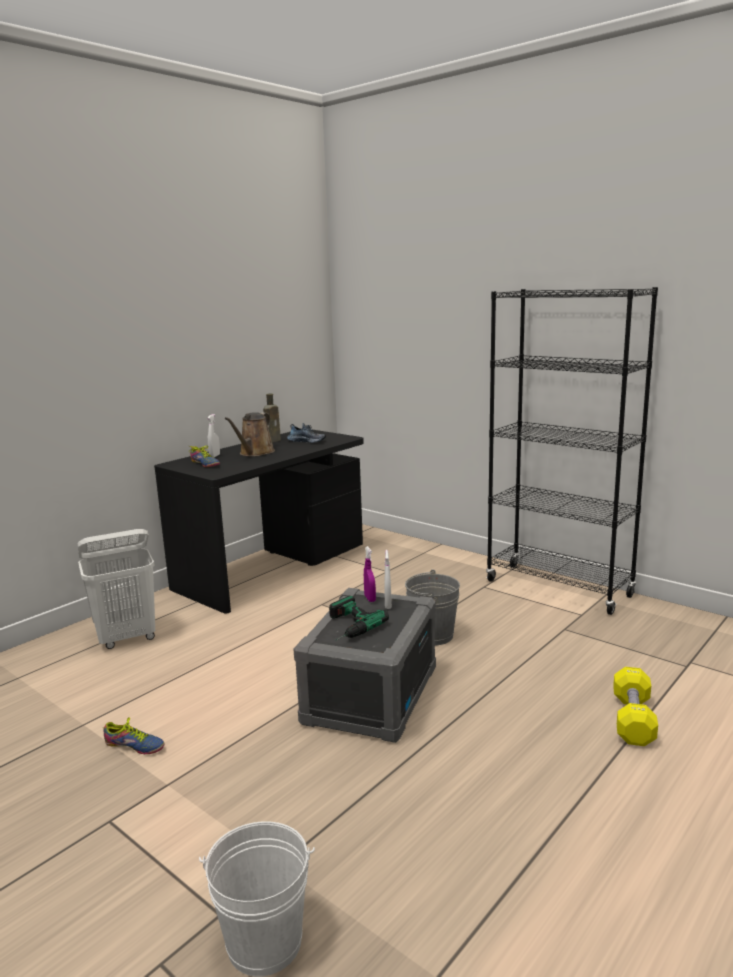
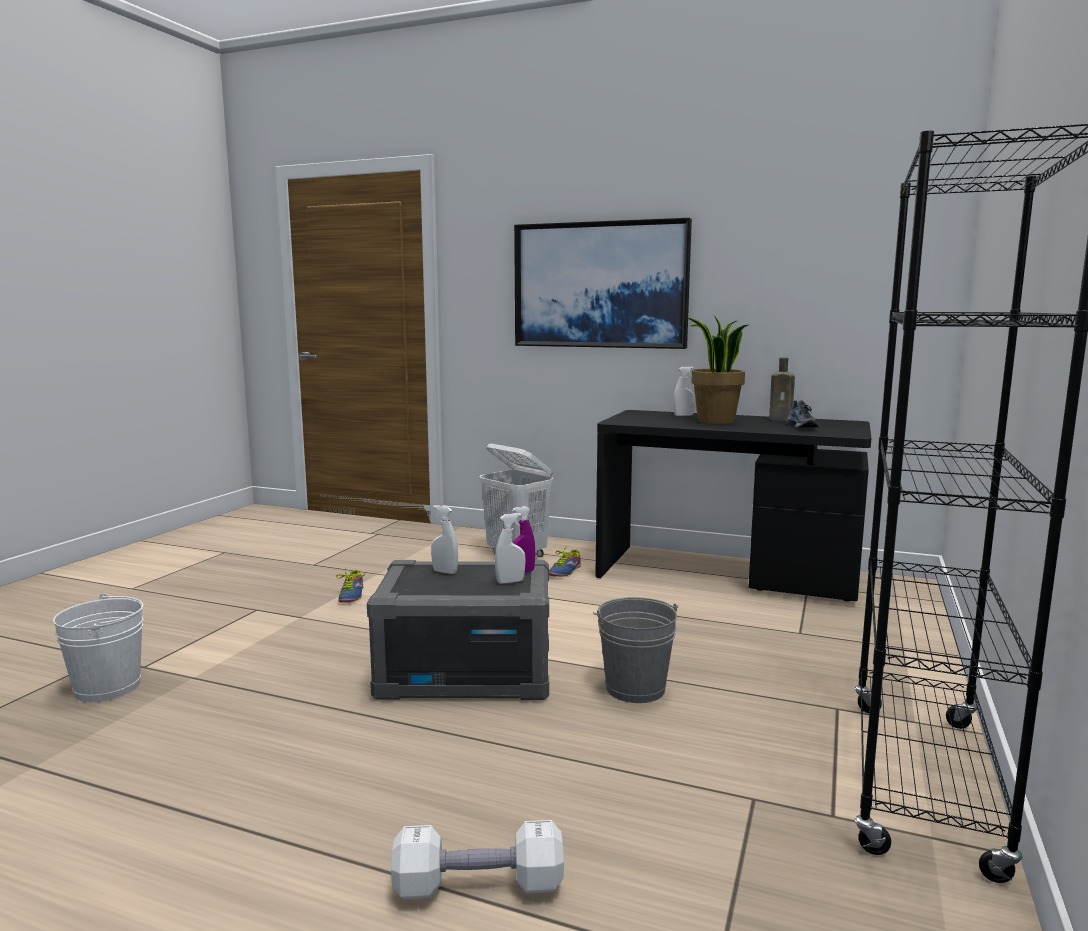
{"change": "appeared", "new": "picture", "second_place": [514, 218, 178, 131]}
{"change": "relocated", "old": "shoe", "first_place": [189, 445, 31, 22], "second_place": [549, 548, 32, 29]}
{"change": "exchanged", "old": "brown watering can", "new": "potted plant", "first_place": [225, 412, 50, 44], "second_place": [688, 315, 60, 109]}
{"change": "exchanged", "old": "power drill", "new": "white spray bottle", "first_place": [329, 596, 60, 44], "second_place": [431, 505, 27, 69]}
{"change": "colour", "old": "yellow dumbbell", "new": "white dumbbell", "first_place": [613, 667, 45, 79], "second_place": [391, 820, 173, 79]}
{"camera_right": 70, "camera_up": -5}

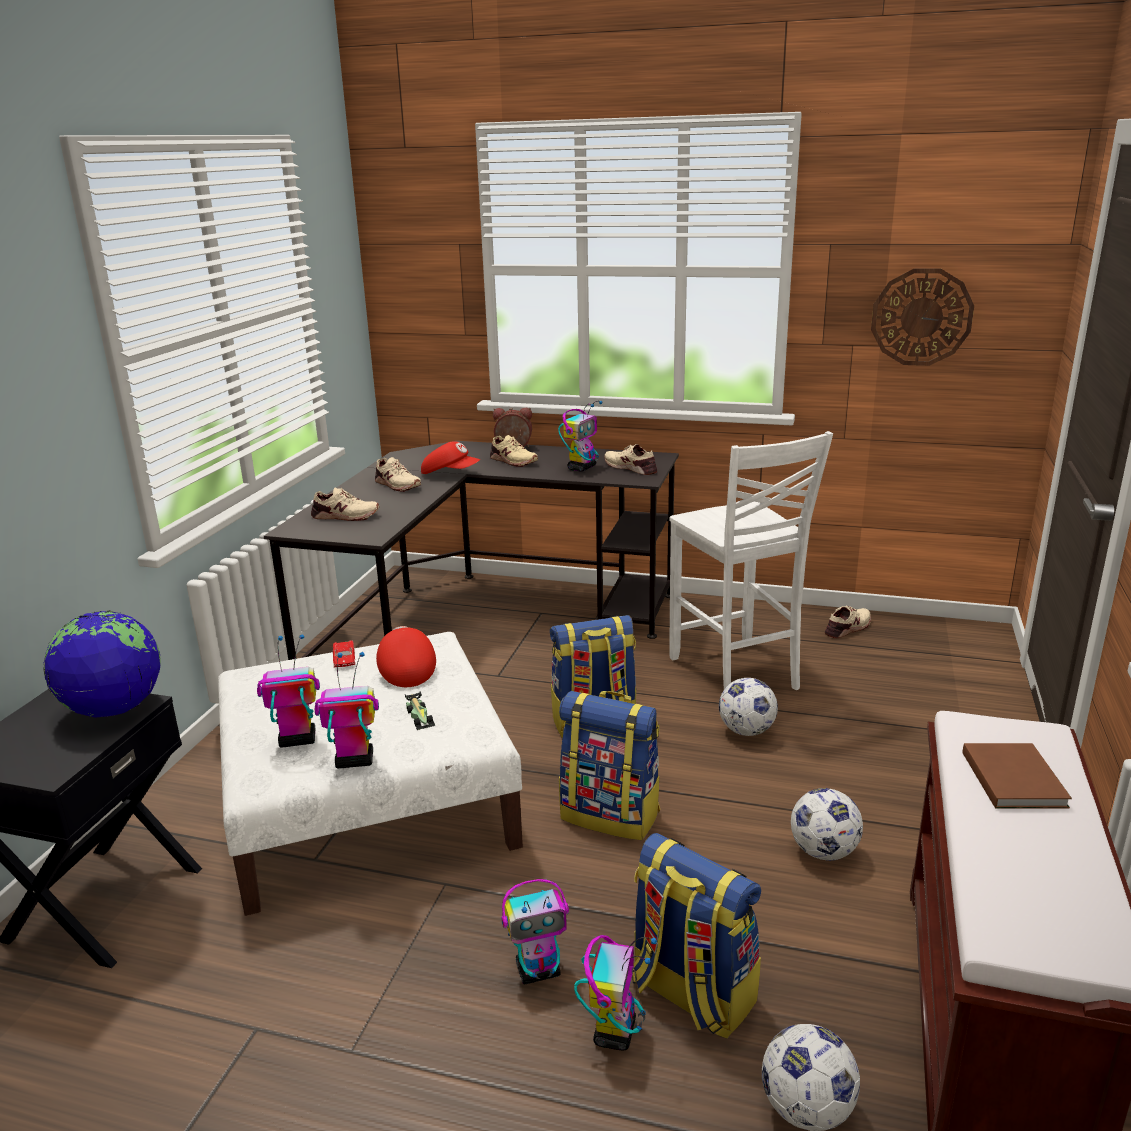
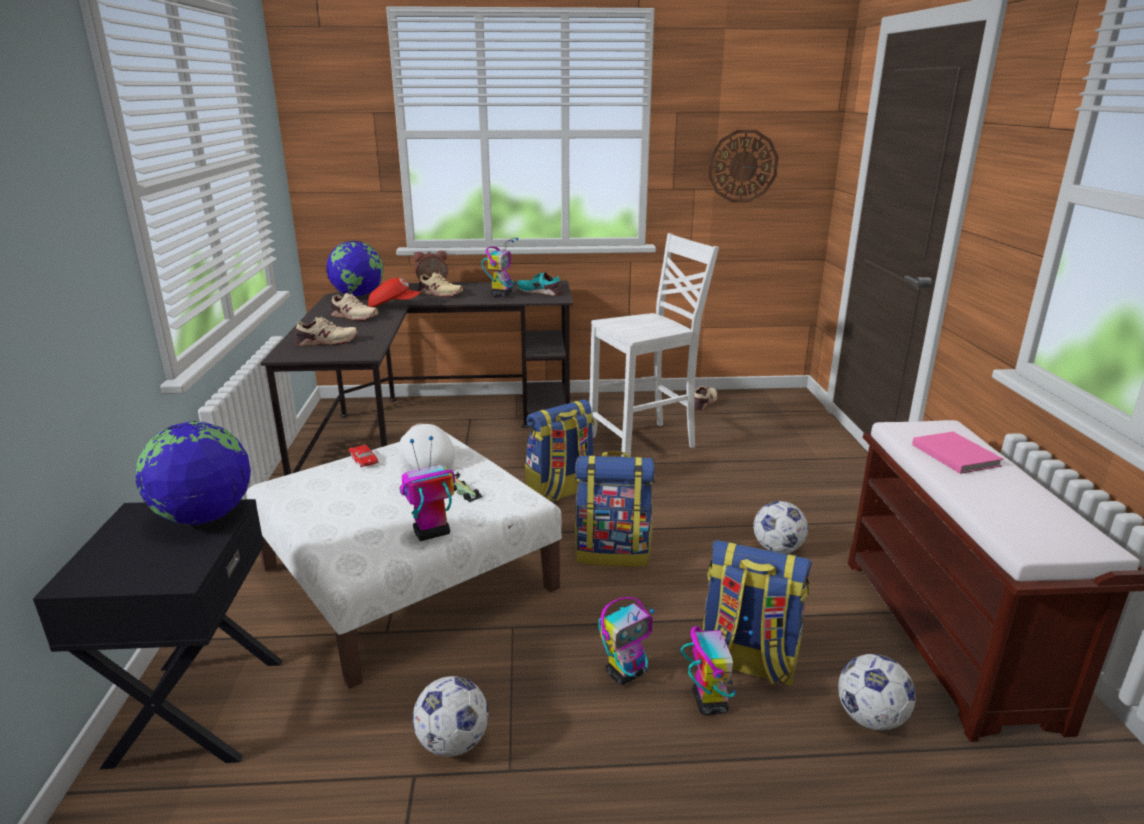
{"change": "missing", "old": "toy robot", "first_place": [257, 634, 63, 114]}
{"change": "appeared", "new": "globe", "second_place": [326, 241, 57, 56]}
{"change": "relocated", "old": "football", "first_place": [719, 678, 59, 58], "second_place": [412, 676, 77, 81]}
{"change": "colour", "old": "red cap", "new": "white cap", "first_place": [376, 626, 60, 61], "second_place": [400, 423, 55, 46]}
{"change": "colour", "old": "beige shoe", "new": "turquoise shoe", "first_place": [604, 444, 53, 31], "second_place": [517, 272, 46, 24]}
{"change": "colour", "old": "brown book", "new": "pink book", "first_place": [963, 743, 109, 65], "second_place": [912, 432, 91, 42]}
{"change": "spun", "old": "white chair", "first_place": [669, 431, 164, 259], "second_place": [589, 233, 130, 224], "degrees": -75}
{"camera_right": -20, "camera_up": 0}

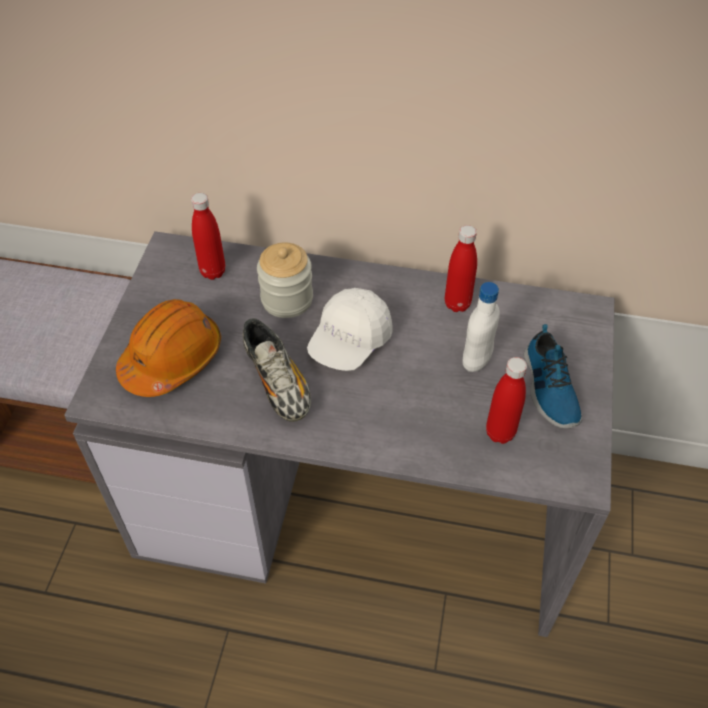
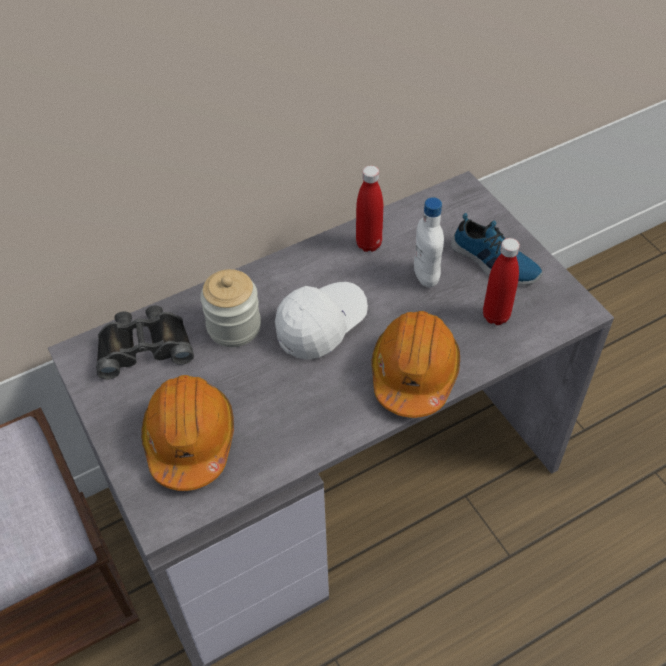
{"change": "missing", "old": "shoe", "first_place": [243, 318, 68, 104]}
{"change": "appeared", "new": "orange hard hat", "second_place": [372, 311, 88, 107]}
{"change": "exchanged", "old": "red bottle", "new": "black binoculars", "first_place": [191, 193, 34, 87], "second_place": [96, 305, 98, 75]}
{"change": "spun", "old": "white cap", "first_place": [307, 288, 86, 83], "second_place": [275, 282, 93, 78], "degrees": -120}
{"camera_right": -40, "camera_up": 0}

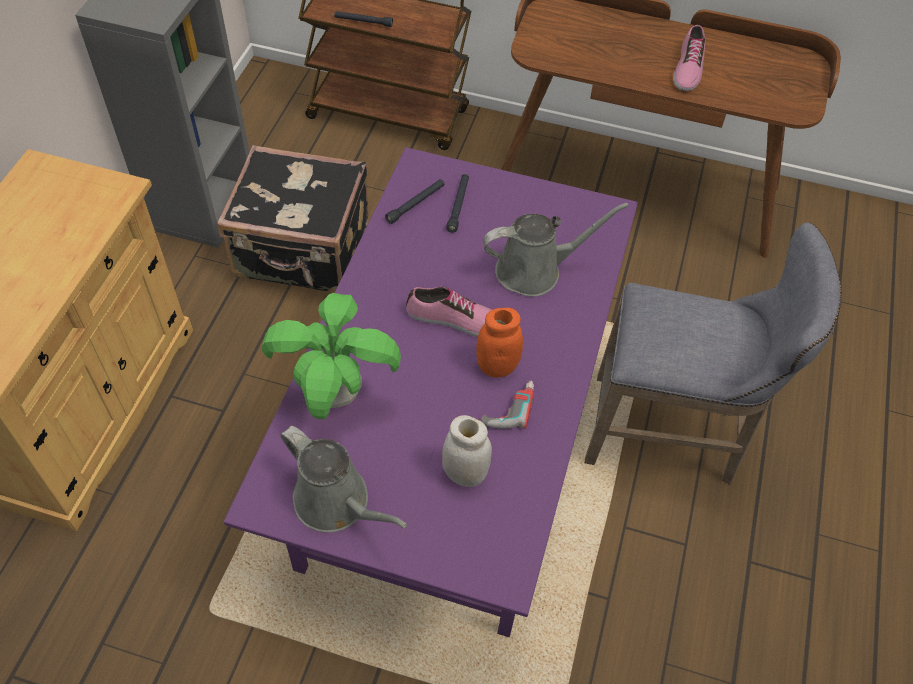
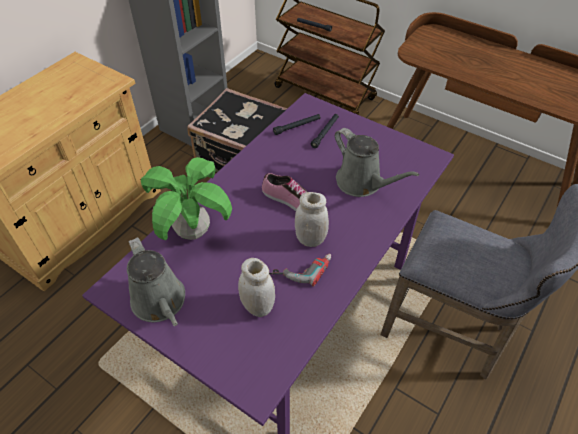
{"change": "missing", "old": "shoe", "first_place": [673, 25, 32, 66]}
{"change": "colour", "old": "orange jar", "new": "white jar", "first_place": [476, 308, 47, 70], "second_place": [295, 192, 34, 55]}
{"change": "spun", "old": "grey watering can", "first_place": [483, 203, 146, 94], "second_place": [335, 128, 84, 69], "degrees": 45}
{"camera_right": 20, "camera_up": -5}

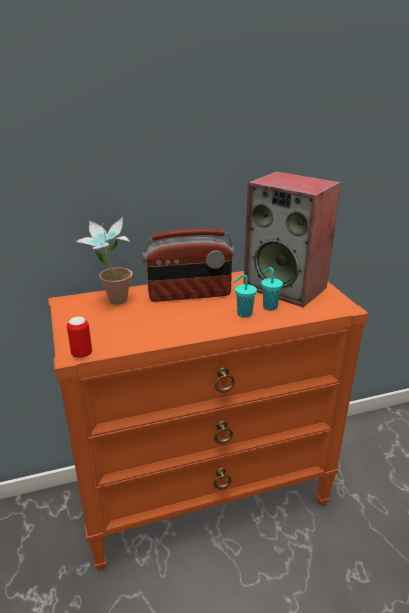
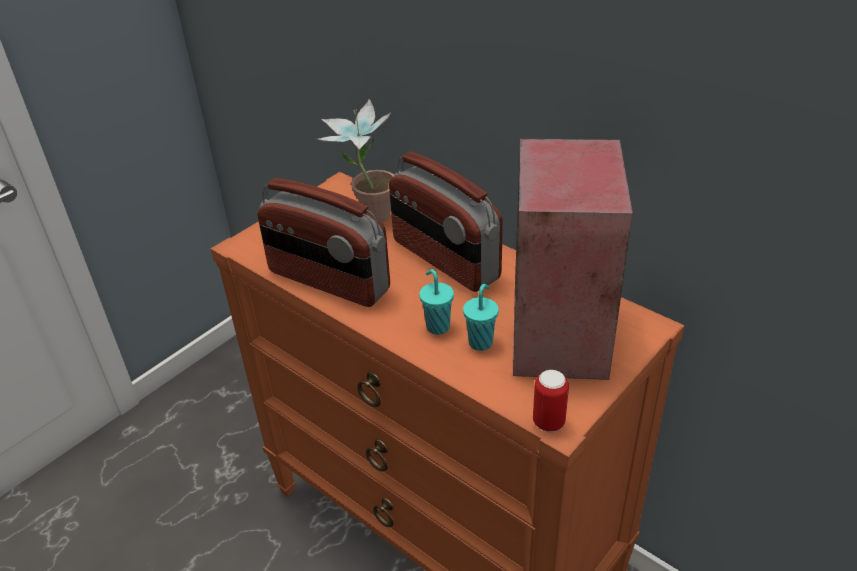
{"change": "appeared", "new": "radio", "second_place": [257, 178, 133, 129]}
{"change": "relocated", "old": "can", "first_place": [67, 317, 25, 42], "second_place": [533, 370, 36, 62]}
{"camera_right": 60, "camera_up": 10}

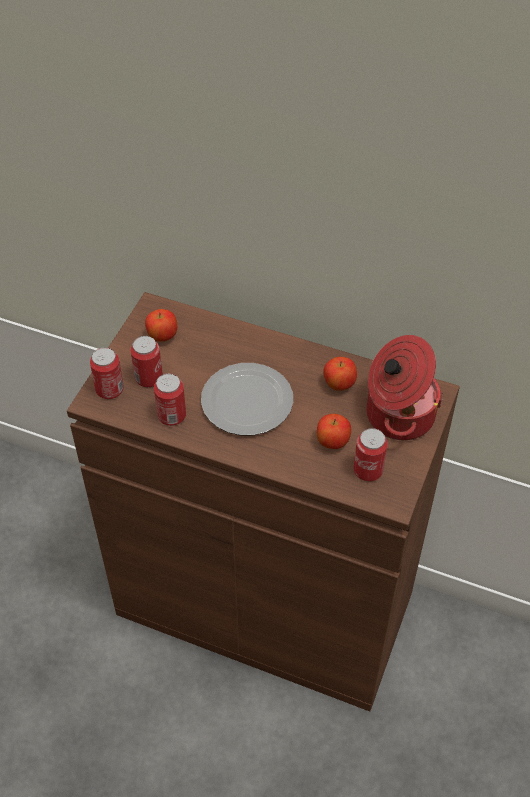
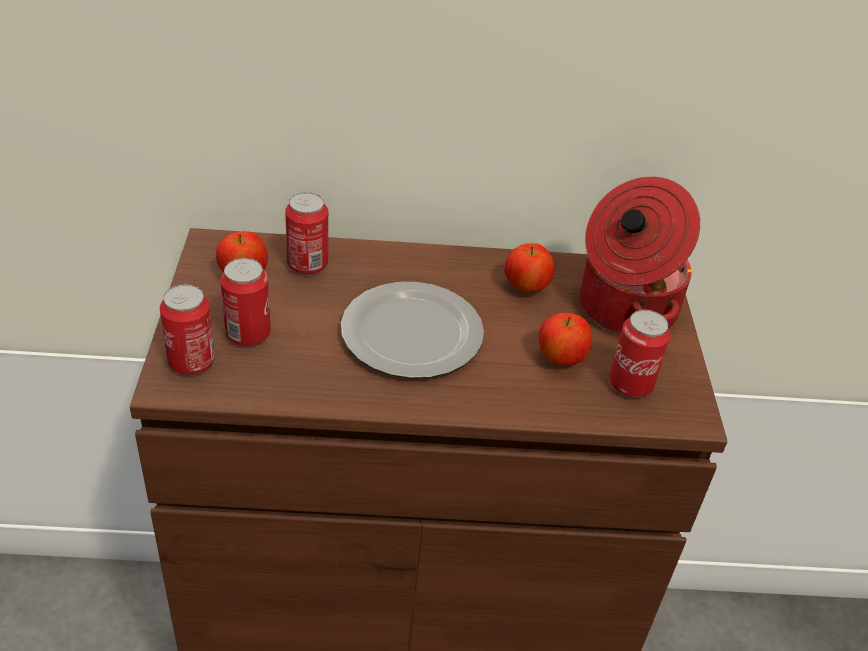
{"change": "relocated", "old": "can", "first_place": [154, 373, 32, 53], "second_place": [285, 192, 43, 83]}
{"camera_right": -25, "camera_up": -10}

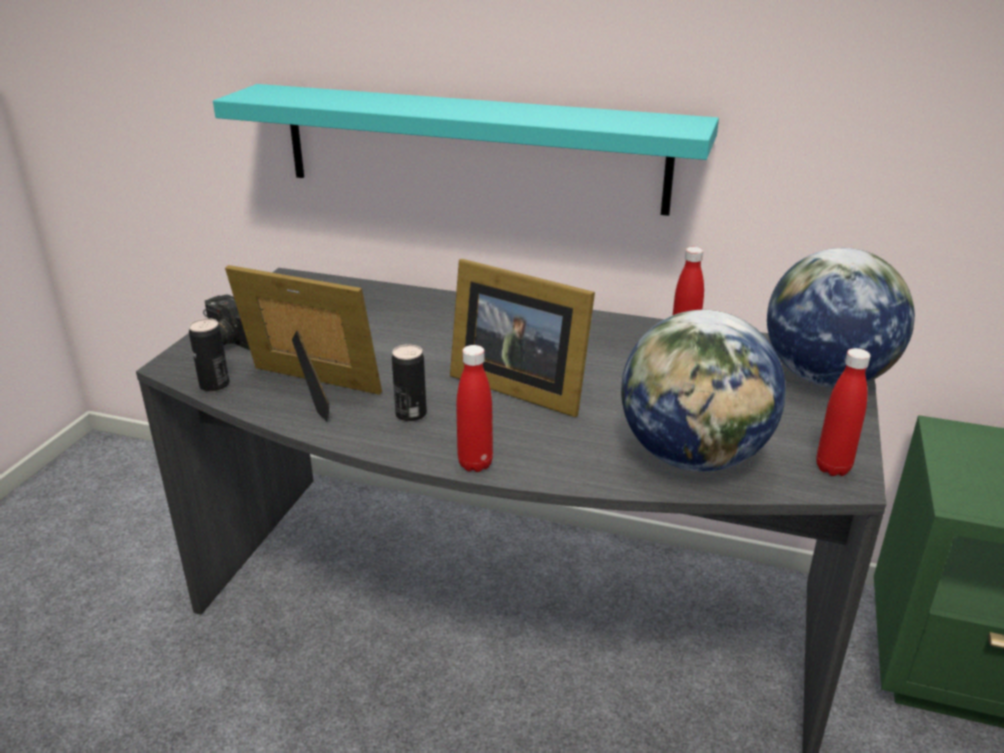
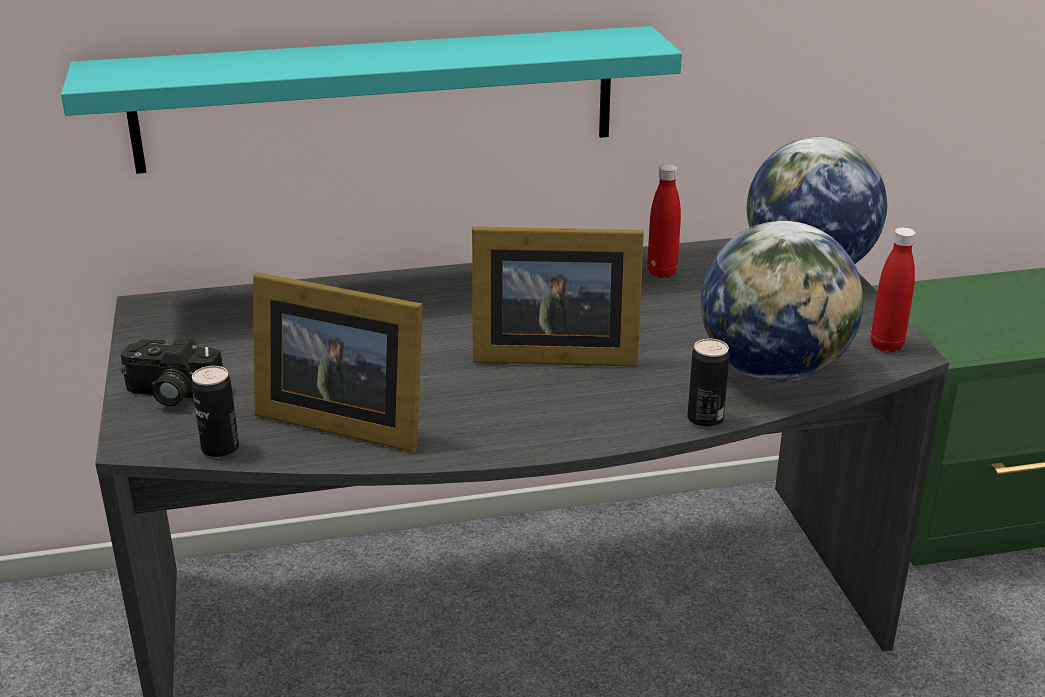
{"change": "missing", "old": "red bottle", "first_place": [456, 345, 37, 127]}
{"change": "relocated", "old": "can", "first_place": [392, 344, 35, 78], "second_place": [687, 338, 43, 89]}
{"change": "spun", "old": "picture frame", "first_place": [225, 265, 157, 157], "second_place": [253, 272, 170, 180], "degrees": -150}
{"camera_right": -30, "camera_up": 0}

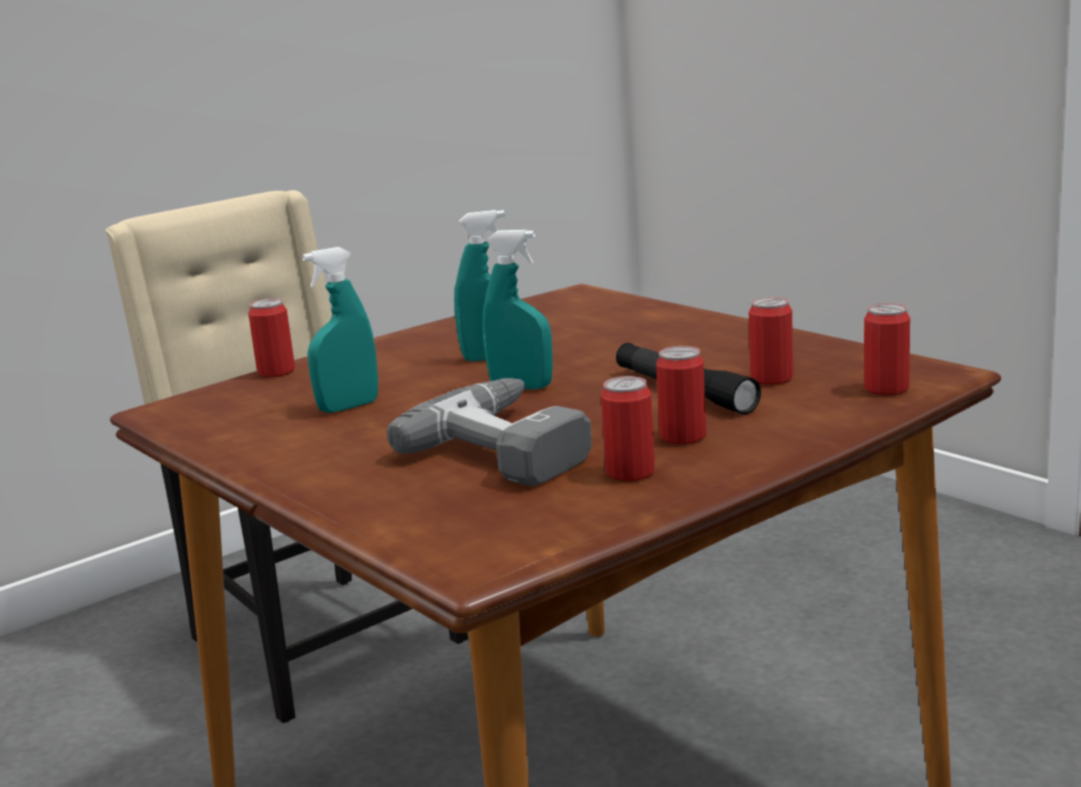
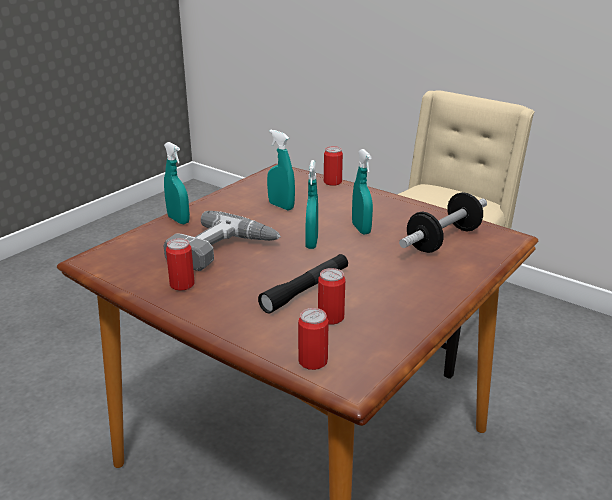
{"change": "missing", "old": "can", "first_place": [656, 346, 50, 98]}
{"change": "appeared", "new": "turquoise spray bottle", "second_place": [164, 142, 26, 82]}
{"change": "appeared", "new": "dumbbell", "second_place": [399, 192, 88, 61]}
{"camera_right": 75, "camera_up": 10}

